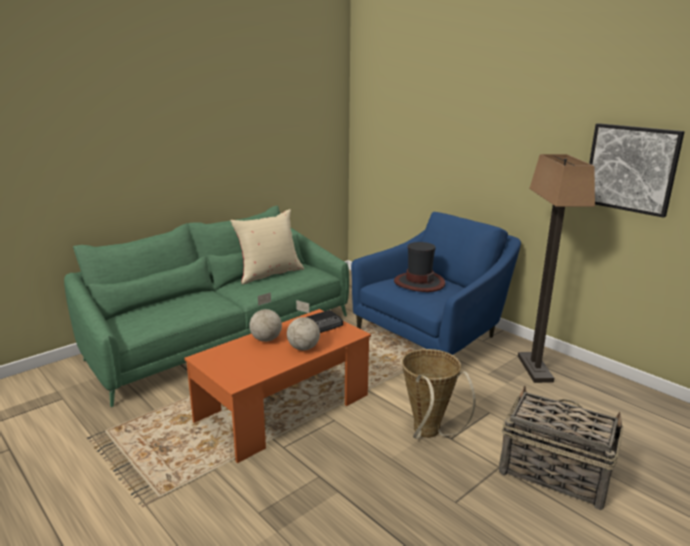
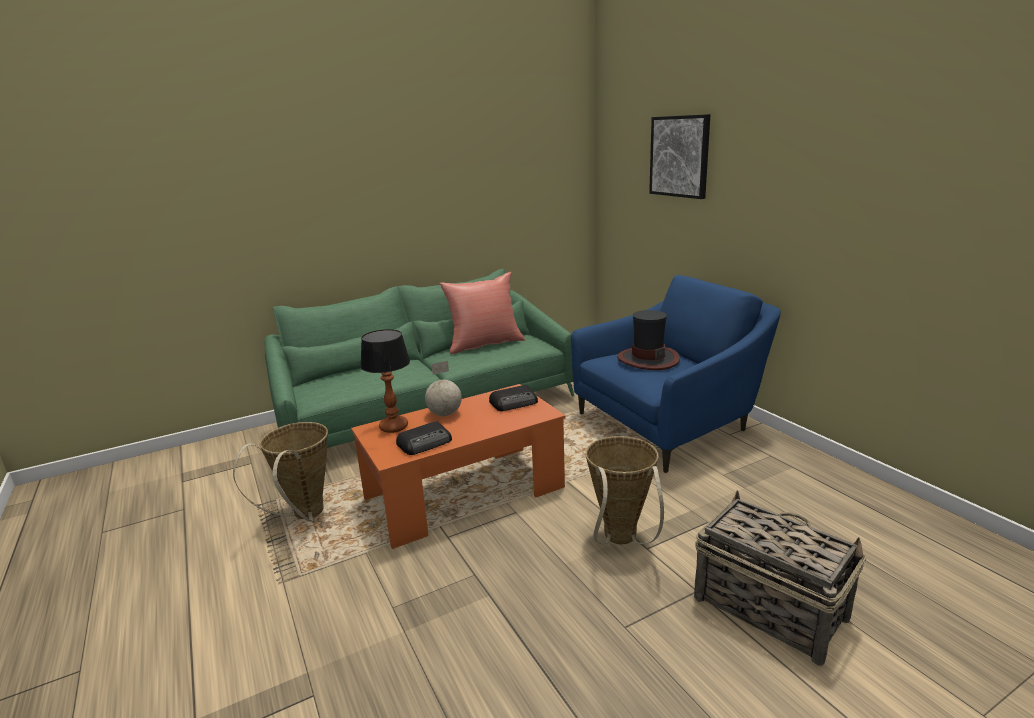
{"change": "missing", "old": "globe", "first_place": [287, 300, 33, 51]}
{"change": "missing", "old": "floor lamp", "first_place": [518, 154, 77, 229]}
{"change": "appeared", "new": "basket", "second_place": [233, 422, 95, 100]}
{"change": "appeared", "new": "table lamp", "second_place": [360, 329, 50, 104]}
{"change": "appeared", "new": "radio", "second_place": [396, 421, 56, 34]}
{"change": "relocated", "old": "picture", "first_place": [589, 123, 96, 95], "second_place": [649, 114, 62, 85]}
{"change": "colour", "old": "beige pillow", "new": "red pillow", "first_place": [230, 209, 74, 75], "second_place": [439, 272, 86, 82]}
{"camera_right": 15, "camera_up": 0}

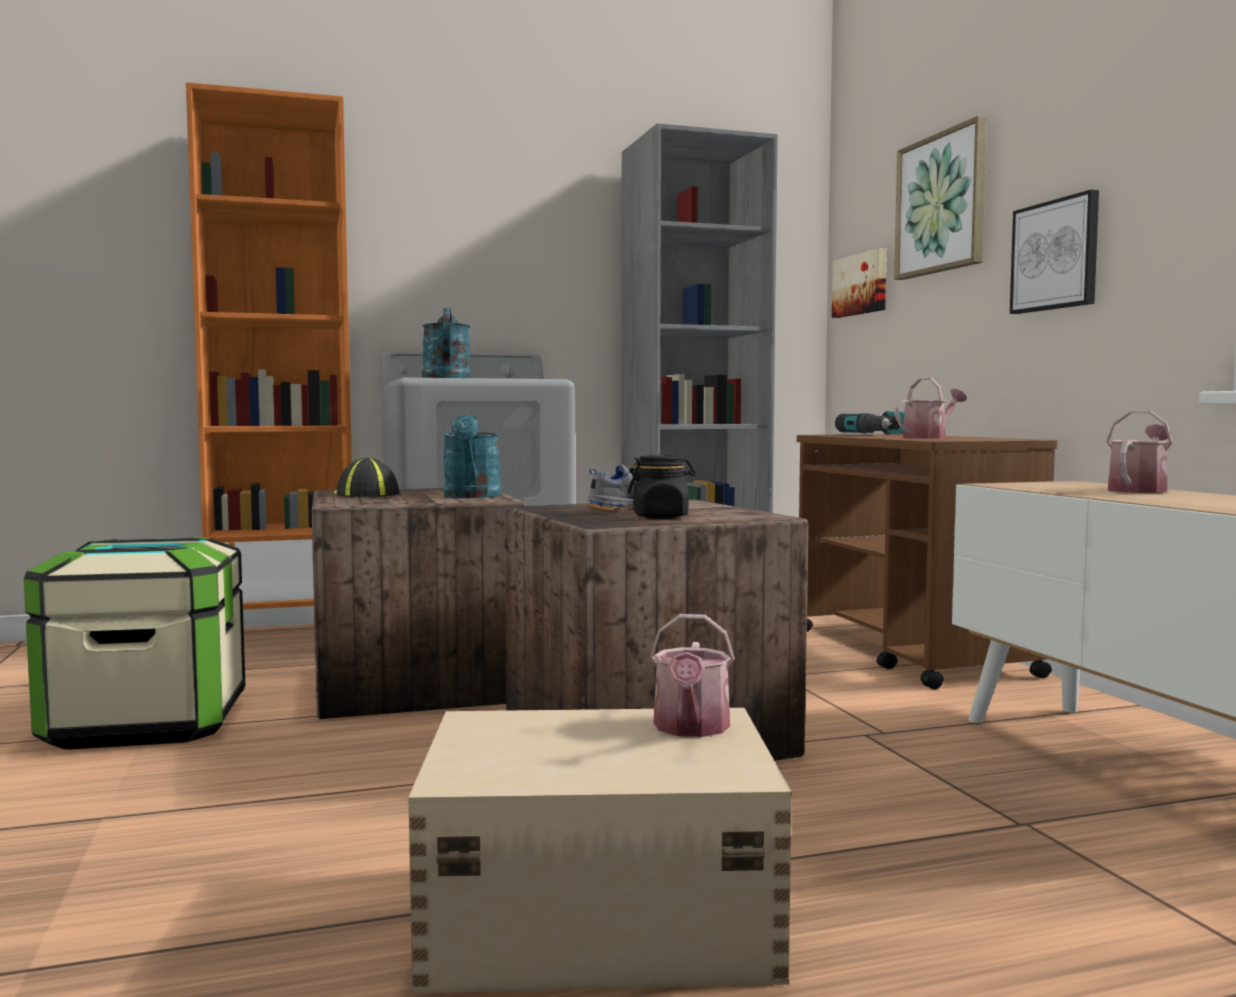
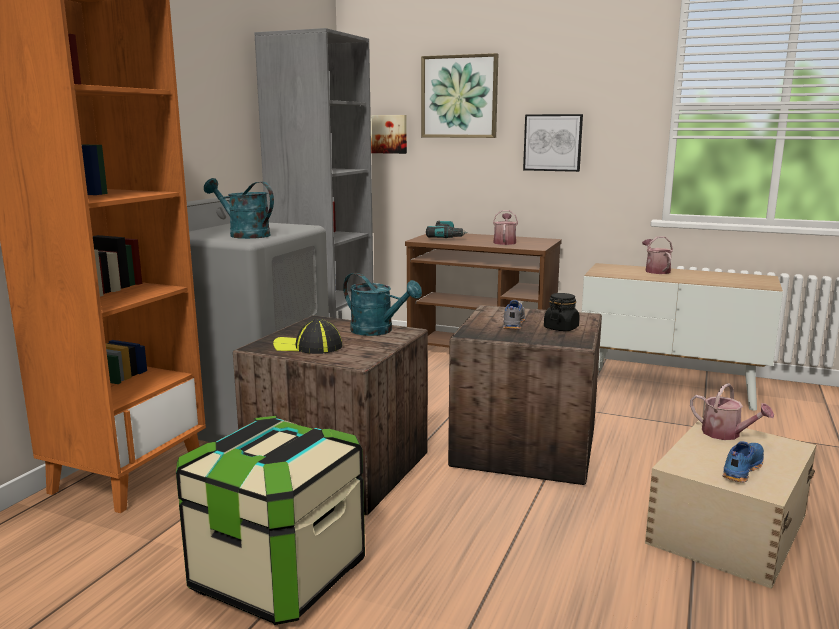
{"change": "appeared", "new": "blue shoe", "second_place": [722, 441, 42, 42]}
{"camera_right": -50, "camera_up": 10}

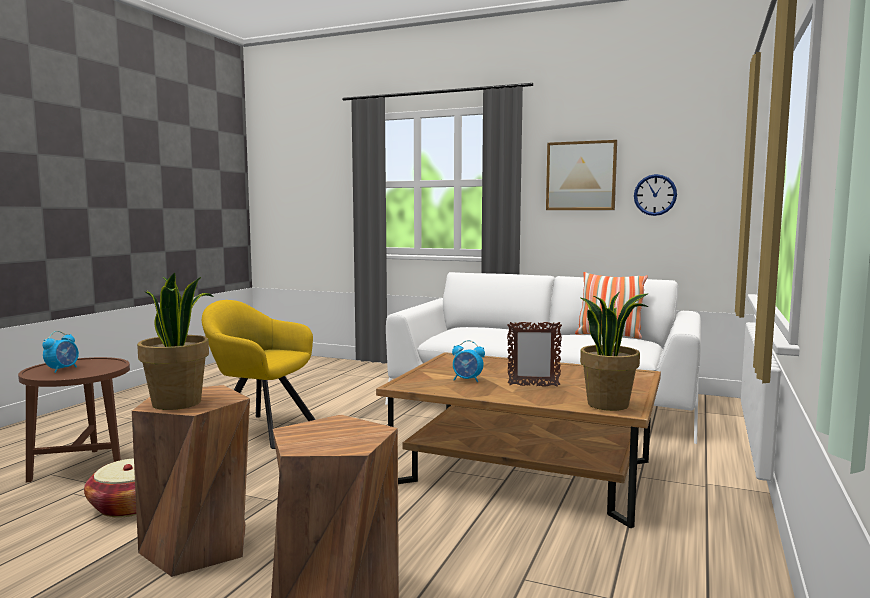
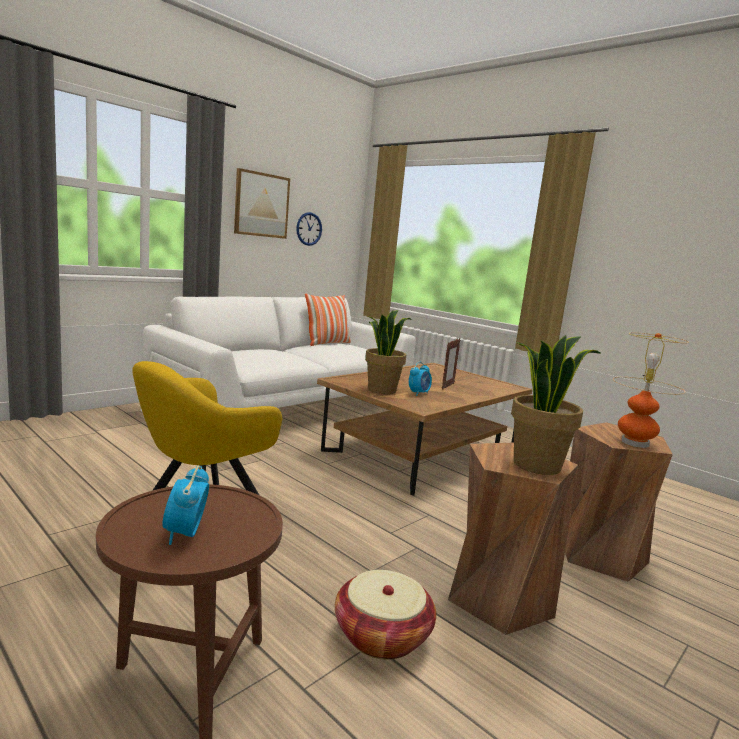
{"change": "appeared", "new": "table lamp", "second_place": [613, 333, 76, 115]}
{"change": "relocated", "old": "potted plant", "first_place": [580, 291, 69, 120], "second_place": [365, 310, 47, 84]}
{"change": "spun", "old": "alarm clock", "first_place": [42, 331, 37, 42], "second_place": [162, 466, 47, 79], "degrees": -135}
{"camera_right": -70, "camera_up": 5}

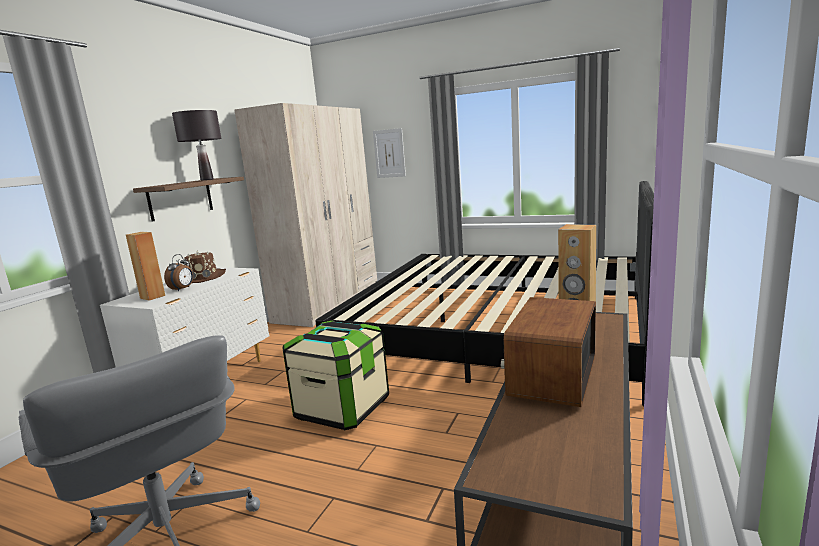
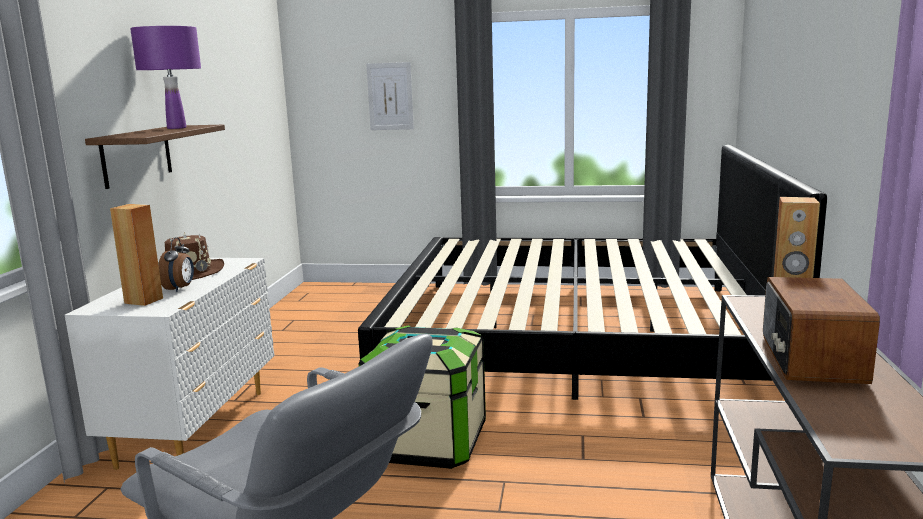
{"change": "missing", "old": "beige wardrobe", "first_place": [234, 103, 143, 224]}
{"change": "colour", "old": "black table lamp", "new": "purple table lamp", "first_place": [172, 110, 49, 71], "second_place": [130, 26, 71, 103]}
{"camera_right": -15, "camera_up": 0}

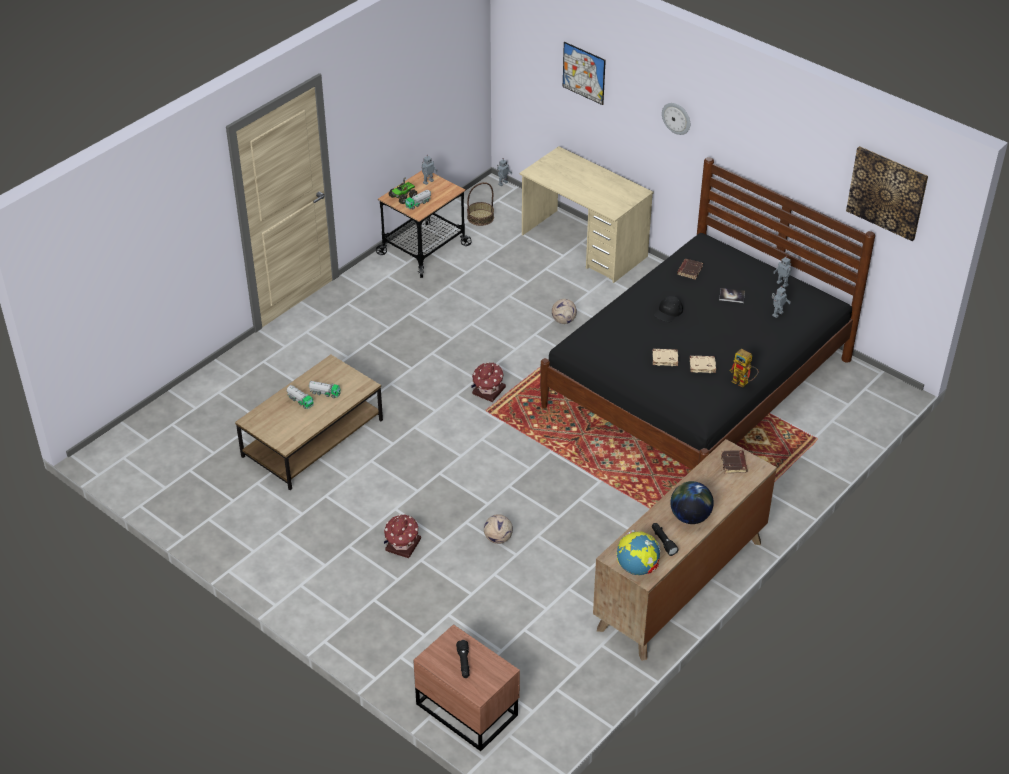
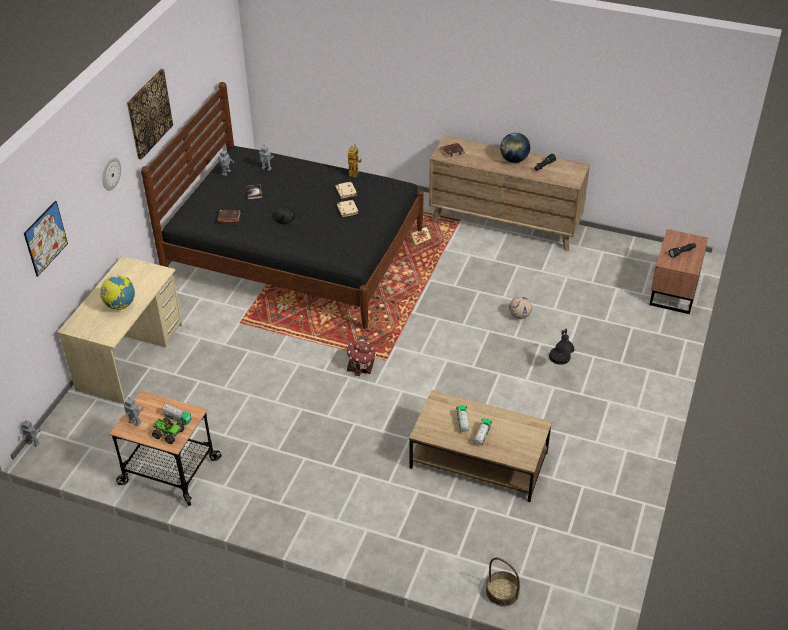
{"change": "missing", "old": "football", "first_place": [552, 299, 25, 25]}
{"change": "relocated", "old": "basket", "first_place": [467, 182, 27, 44], "second_place": [486, 557, 34, 49]}
{"change": "relocated", "old": "globe", "first_place": [616, 530, 44, 45], "second_place": [100, 276, 35, 34]}
{"change": "relocated", "old": "picture", "first_place": [846, 146, 82, 95], "second_place": [127, 69, 46, 91]}
{"change": "exchanged", "old": "toy house", "new": "black table lamp", "first_place": [384, 514, 37, 44], "second_place": [549, 329, 25, 36]}
{"camera_right": -110, "camera_up": 0}

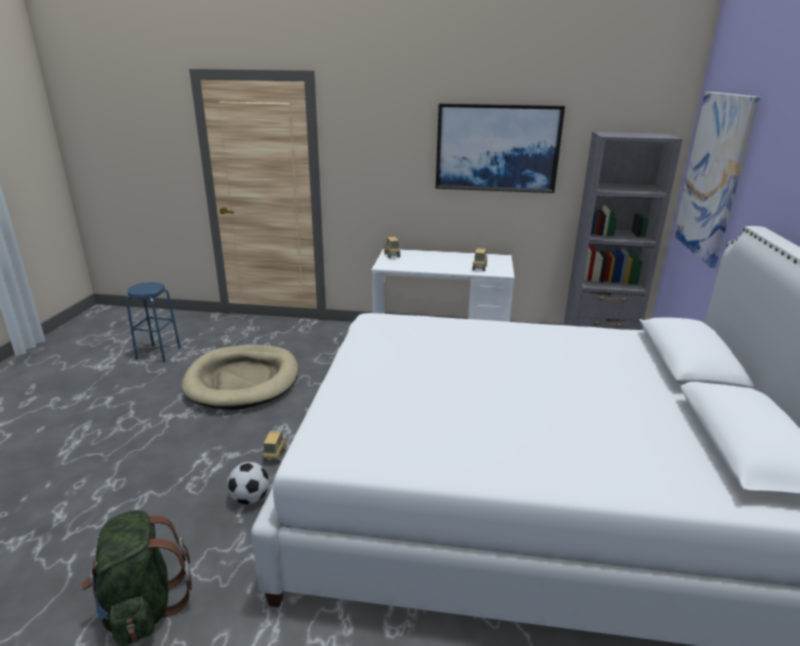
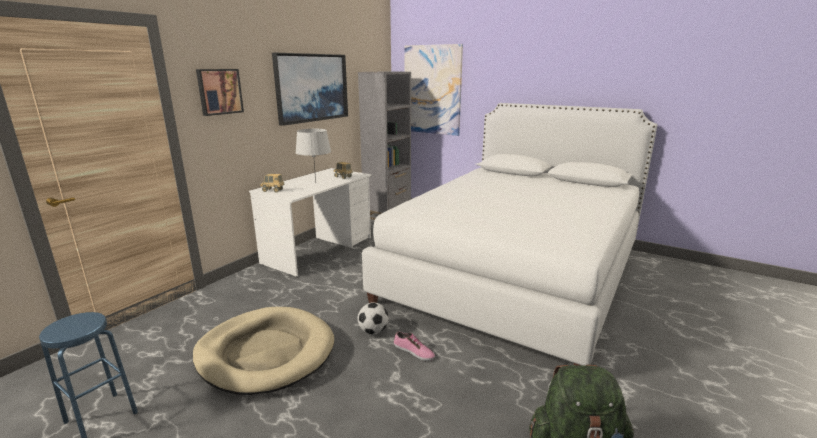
{"change": "appeared", "new": "picture", "second_place": [196, 69, 48, 47]}
{"change": "appeared", "new": "grey table lamp", "second_place": [295, 129, 36, 53]}
{"change": "relocated", "old": "football", "first_place": [227, 462, 42, 42], "second_place": [357, 303, 32, 31]}
{"change": "exchanged", "old": "toy truck", "new": "shoe", "first_place": [263, 431, 24, 32], "second_place": [394, 331, 41, 30]}
{"camera_right": -65, "camera_up": -5}

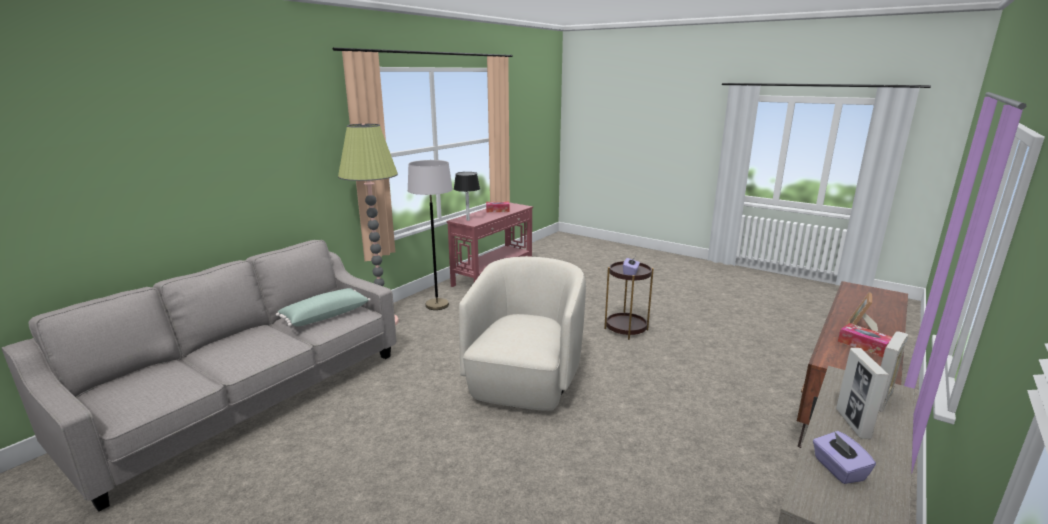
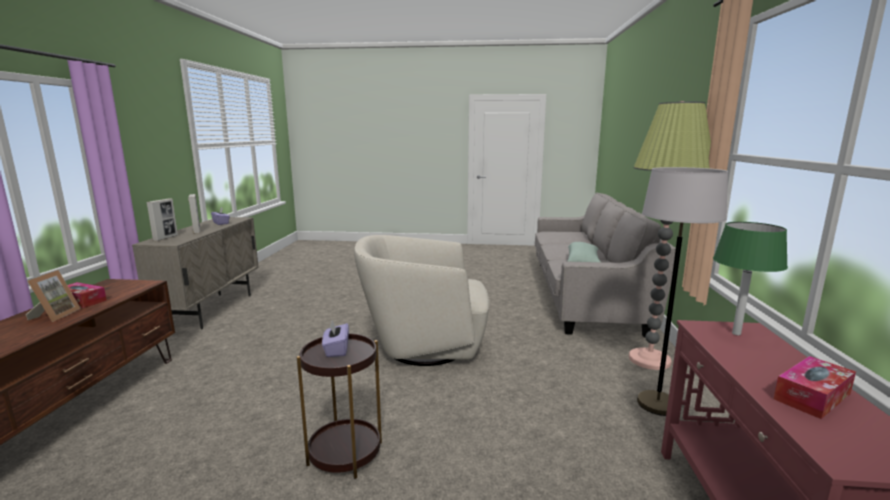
{"change": "colour", "old": "black table lamp", "new": "green table lamp", "first_place": [454, 172, 26, 49], "second_place": [713, 222, 75, 113]}
{"change": "spun", "old": "beige armchair", "first_place": [459, 256, 127, 155], "second_place": [354, 235, 135, 131], "degrees": 105}
{"camera_right": 150, "camera_up": -5}

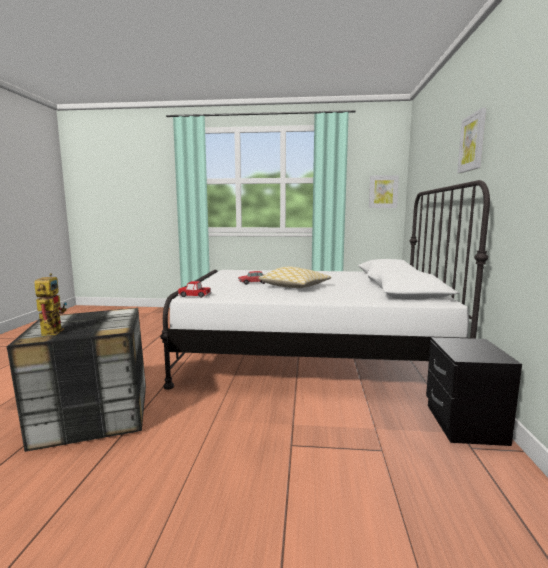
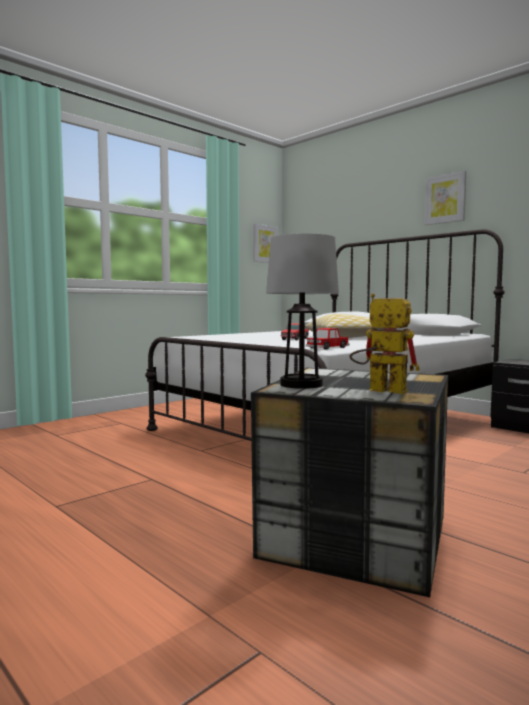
{"change": "appeared", "new": "table lamp", "second_place": [266, 233, 73, 156]}
{"camera_right": -50, "camera_up": -5}

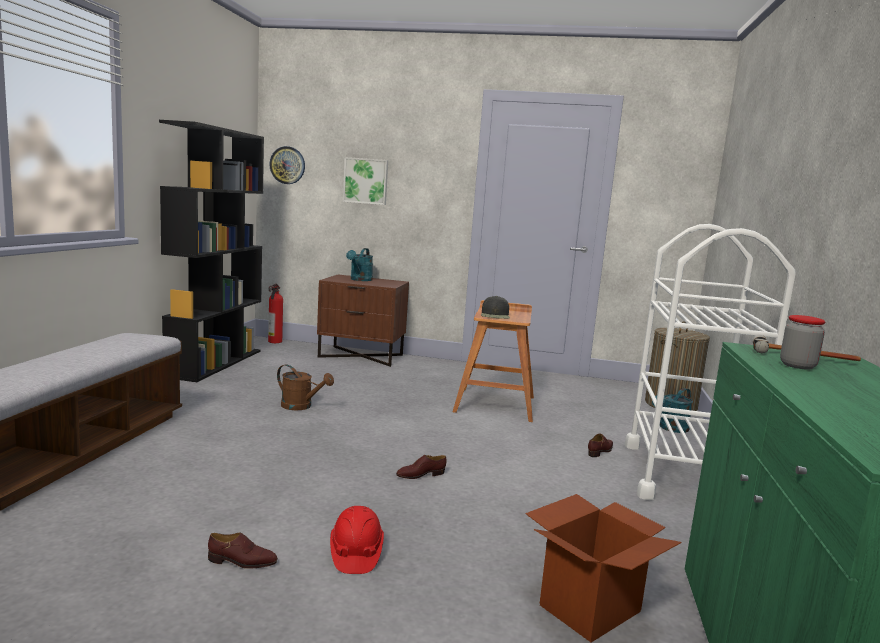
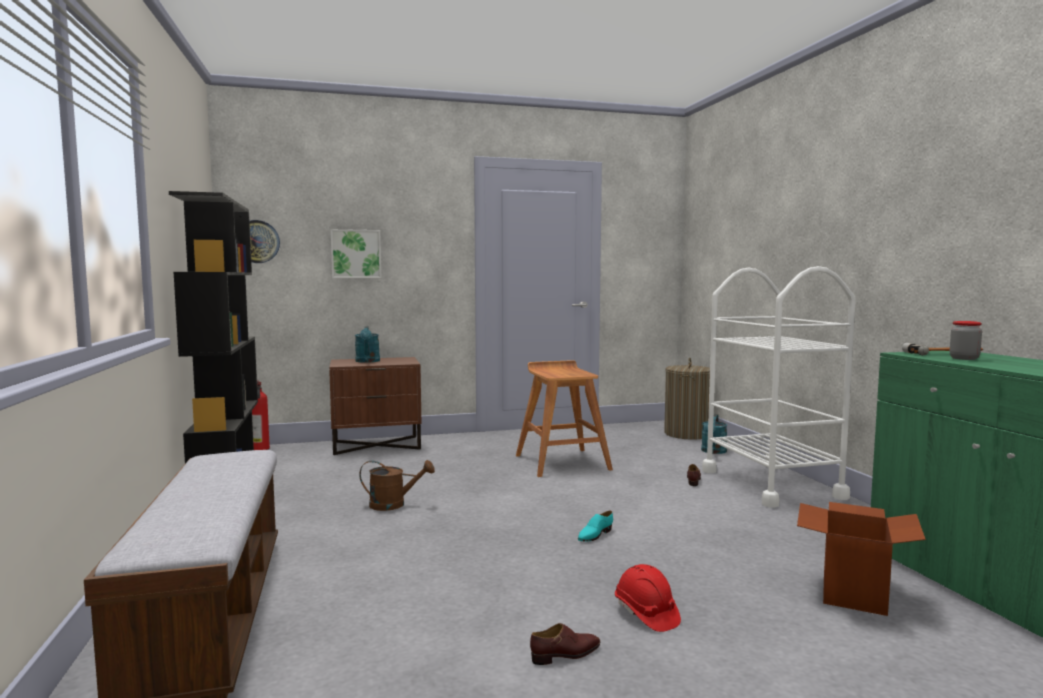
{"change": "missing", "old": "black cap", "first_place": [481, 296, 29, 23]}
{"change": "colour", "old": "brown shoe", "new": "turquoise shoe", "first_place": [396, 455, 51, 24], "second_place": [578, 511, 35, 31]}
{"camera_right": -25, "camera_up": -5}

